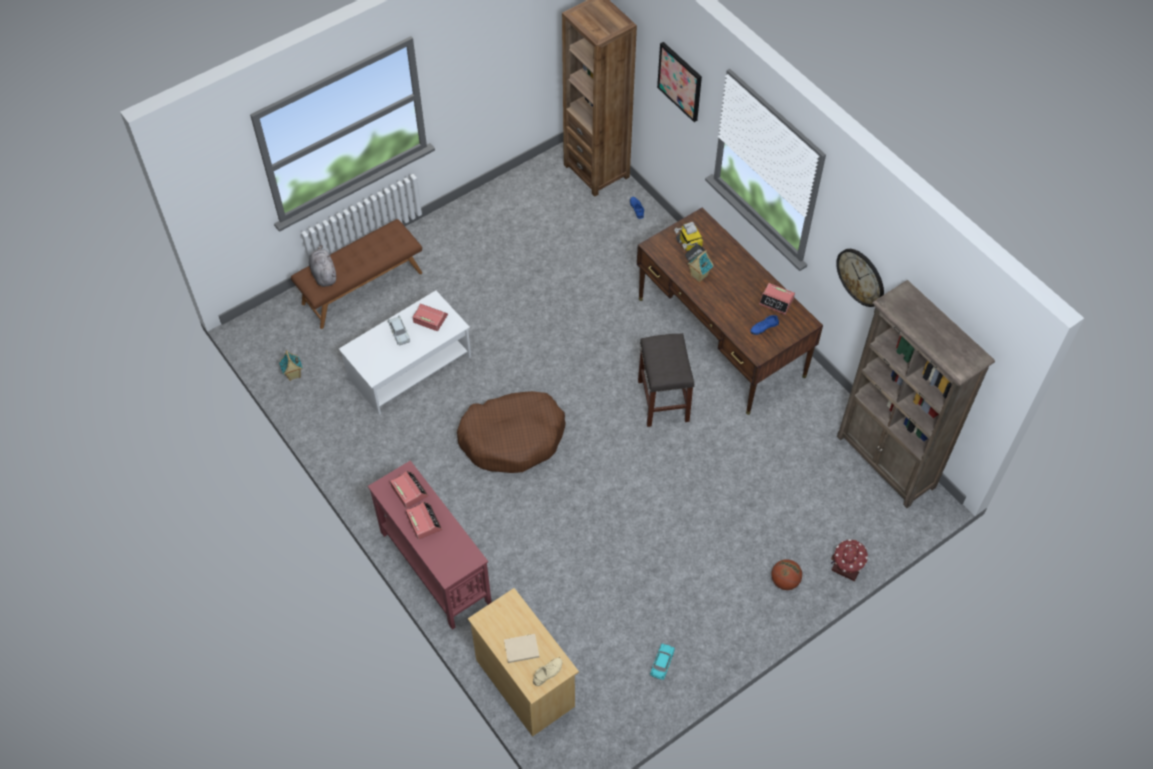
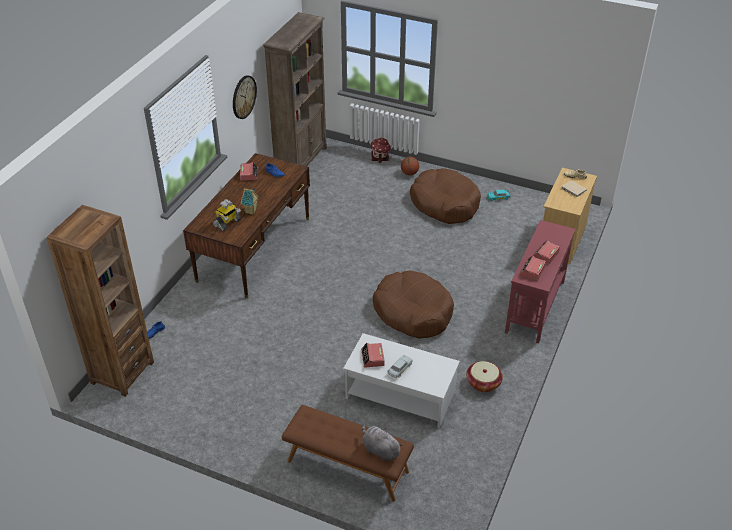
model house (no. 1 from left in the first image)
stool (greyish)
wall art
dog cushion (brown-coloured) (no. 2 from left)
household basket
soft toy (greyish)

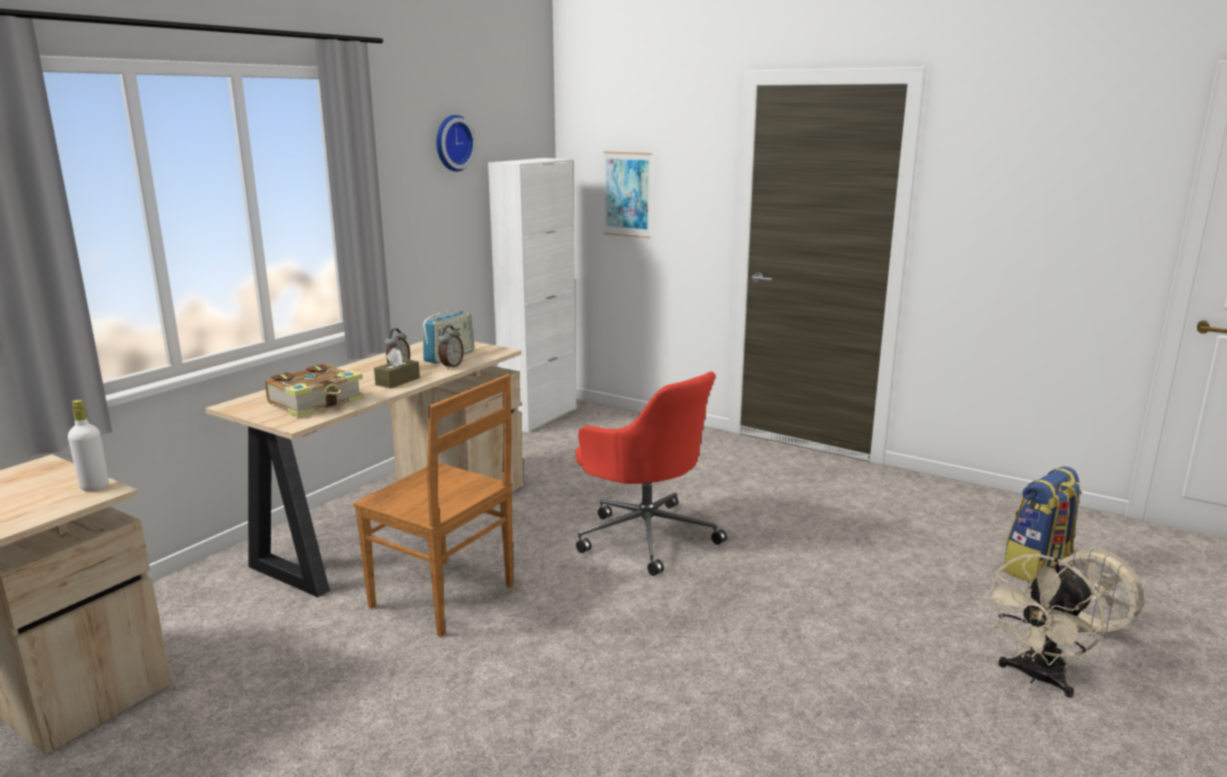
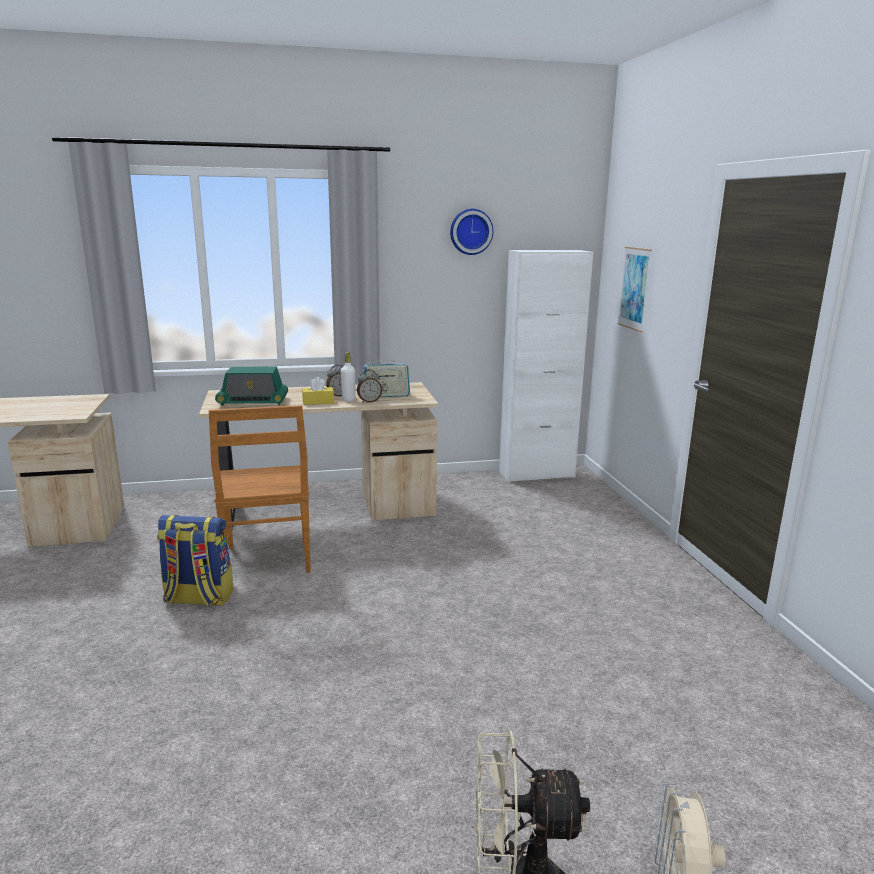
office chair (red-coloured)
drink bottle (whitish)
backpack
radio (no. 1 from left)
tissue holder (yellow-coloured)

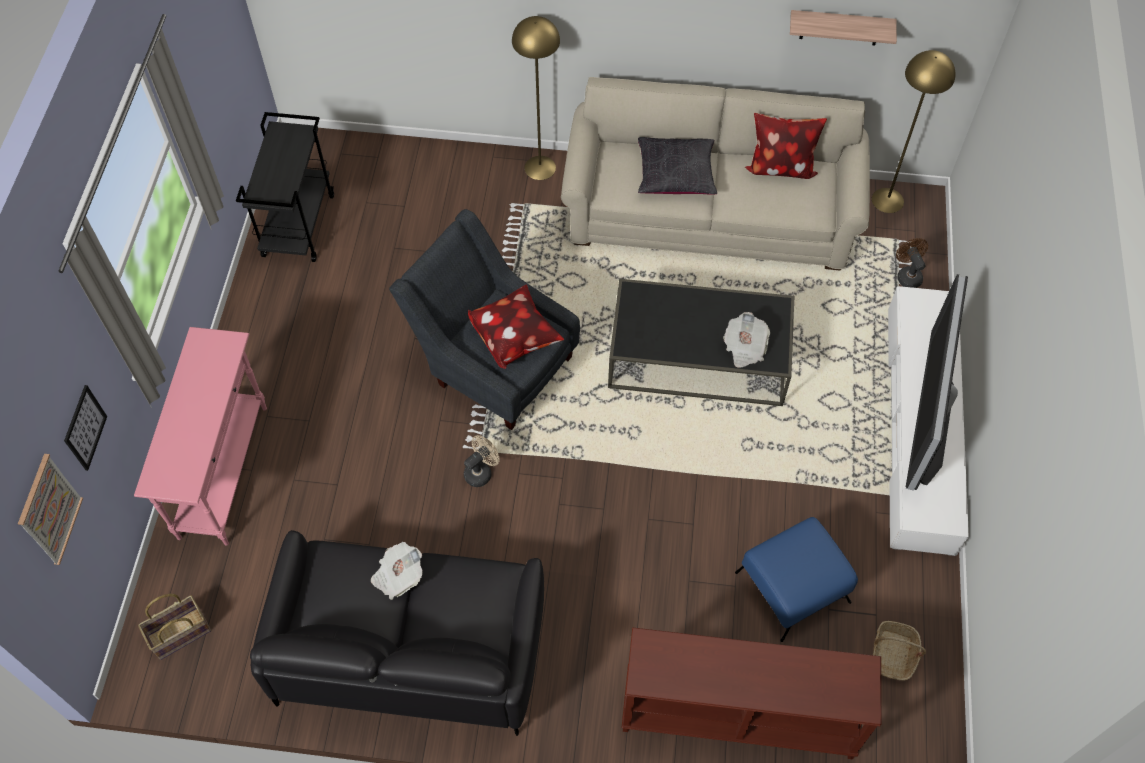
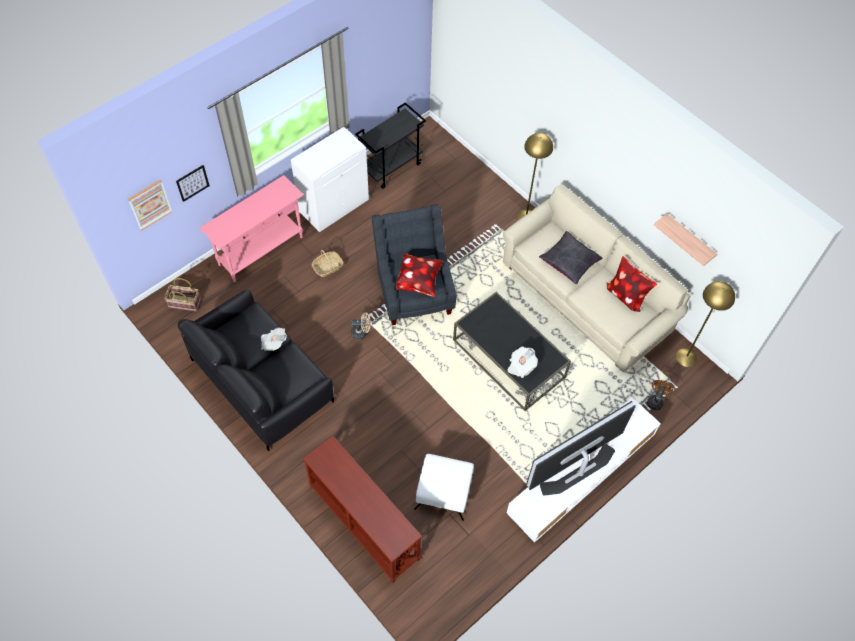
storage cabinet (whitish)
household basket (no. 2 from left)
ottoman (whitish)

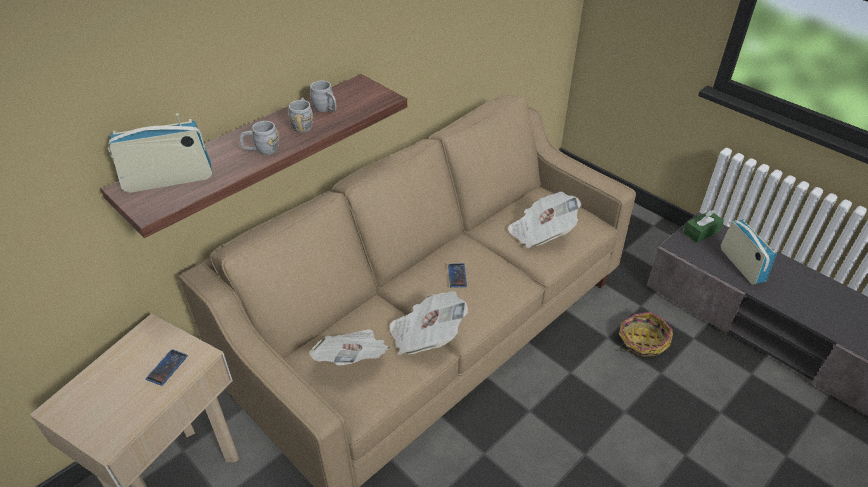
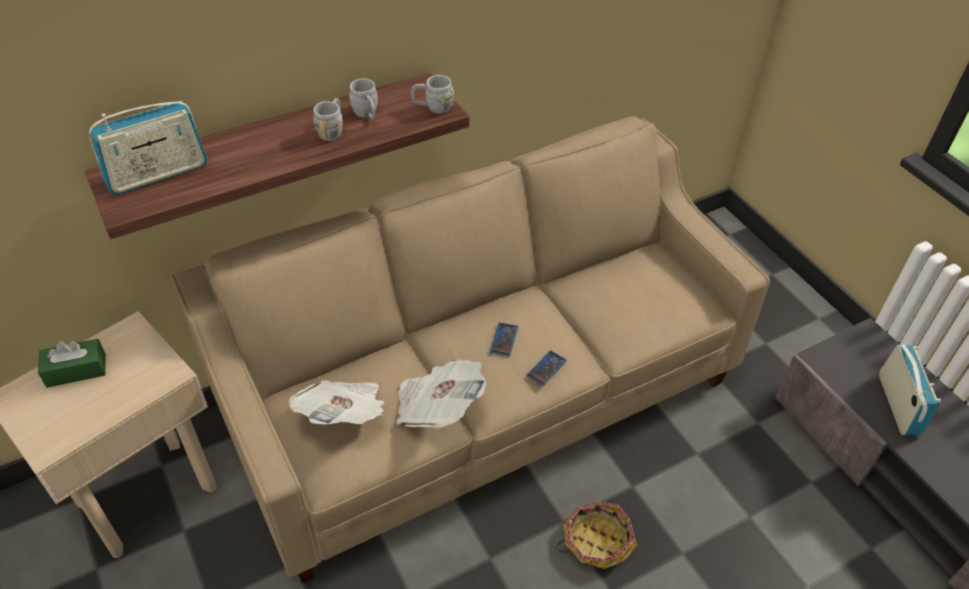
newspaper (no. 3 from left in the first image)
handset (no. 2 from left)
tea mug (greyish) (no. 3 from left)
household basket
tissue holder (greenish)
radio (no. 1 from left)

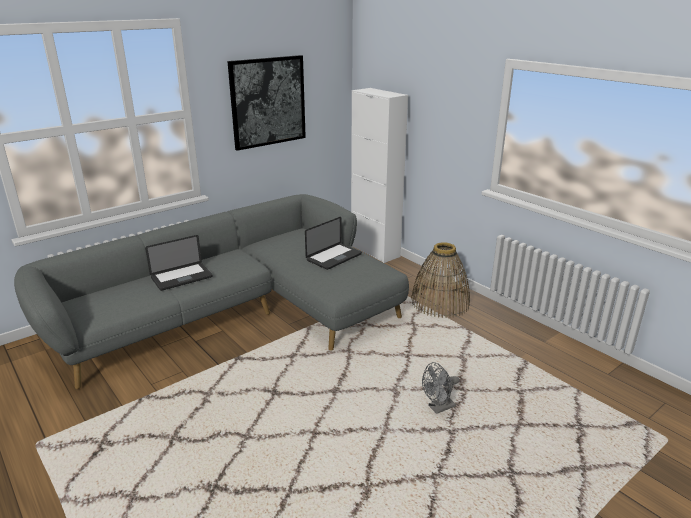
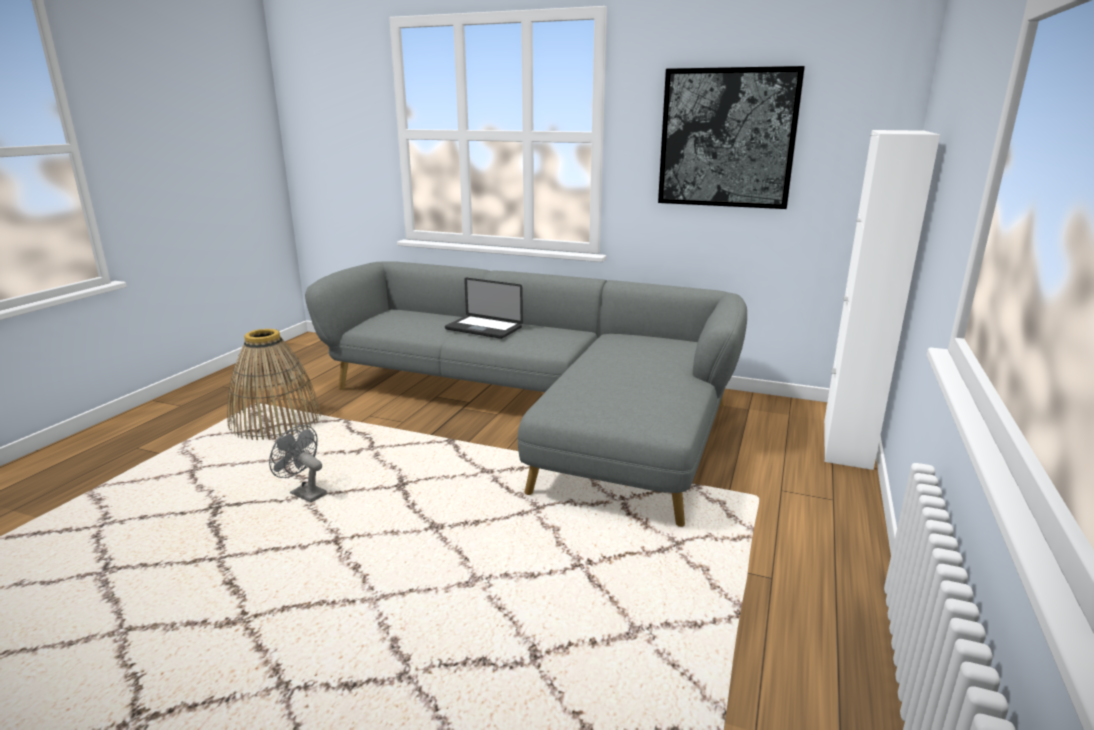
laptop (no. 2 from left in the first image)
household basket
electric fan (greyish)

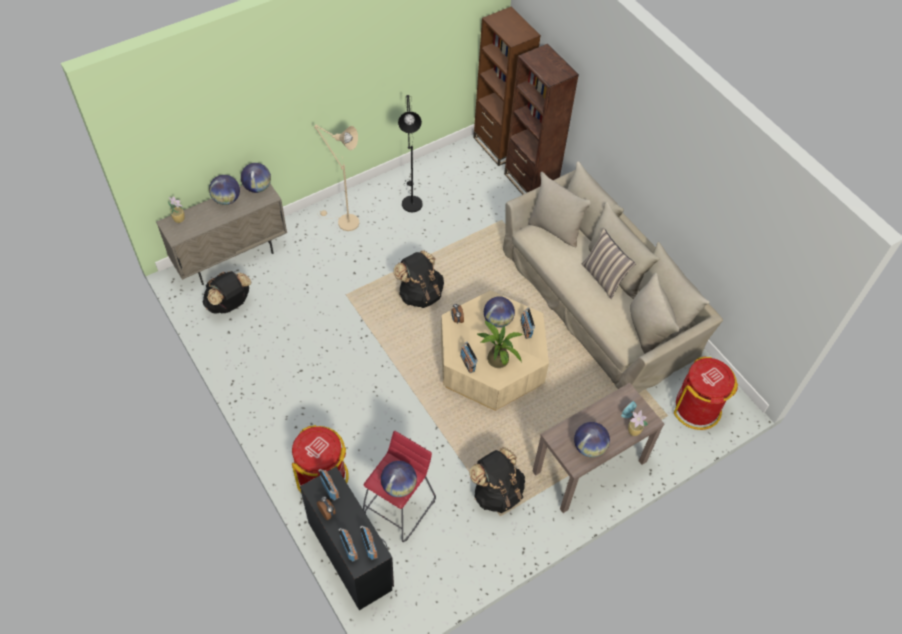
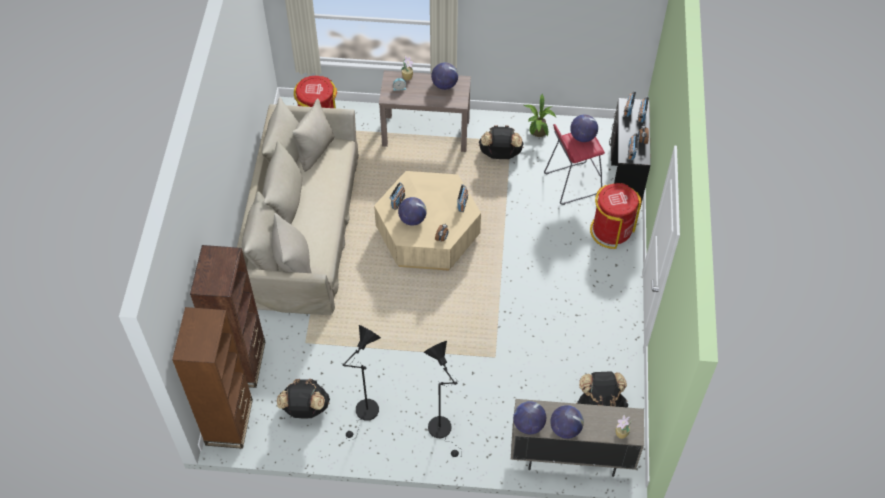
throw pillow
backpack (black-coloured) (no. 1 from left)
plant in a pot (no. 2 from left)
standard lamp (black-coloured) (no. 2 from left)

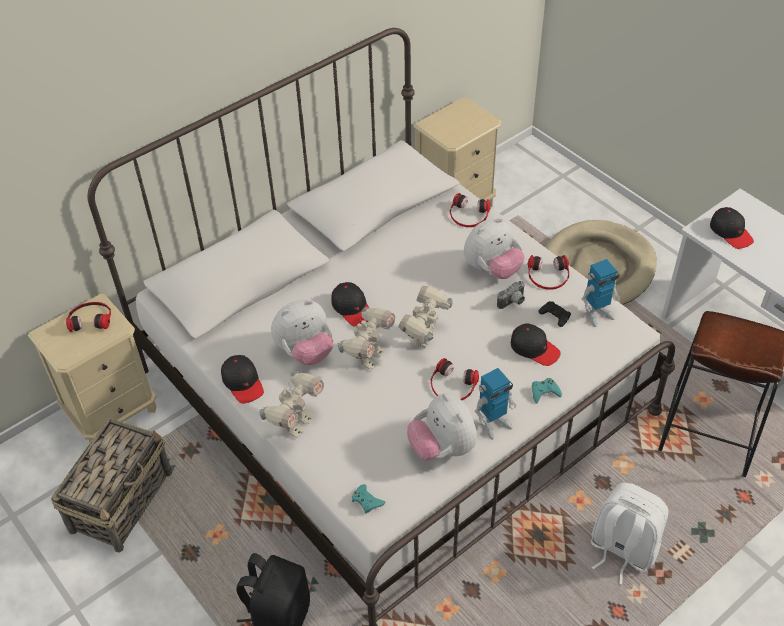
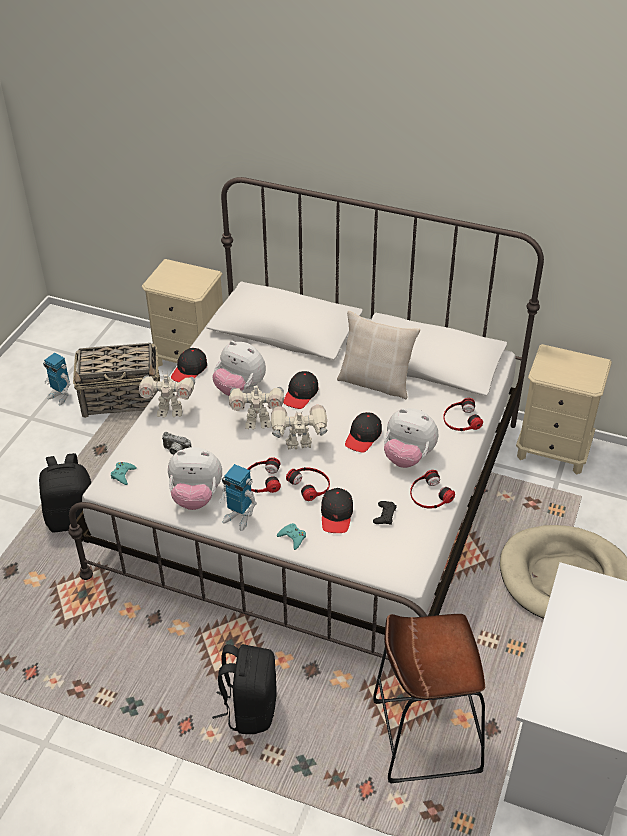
throw pillow (beige)
headset (no. 2 from left)
photo camera
robot figure (no. 1 from left)
peaked cap (black-coloured) (no. 4 from left)
backpack (black-coloured) (no. 2 from left)
soft toy (no. 1 from left)

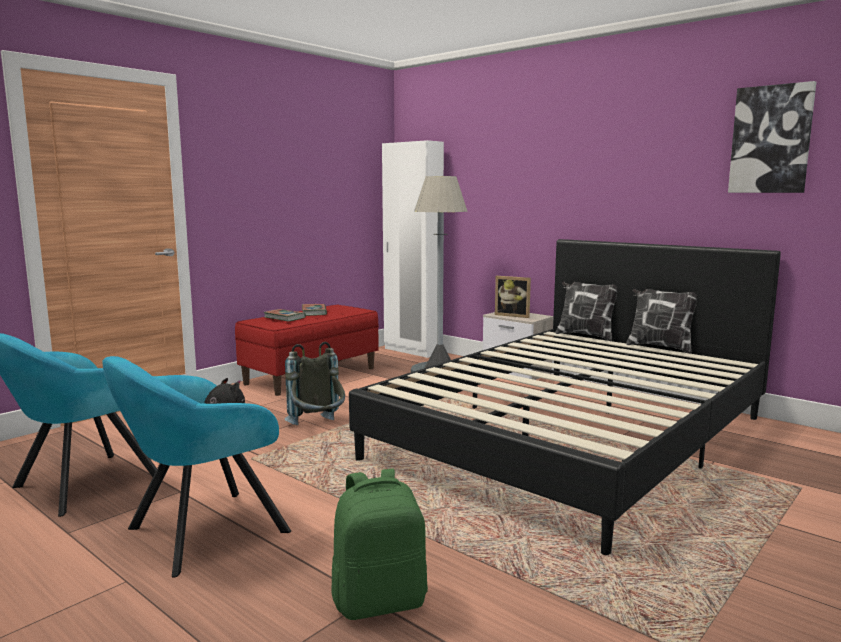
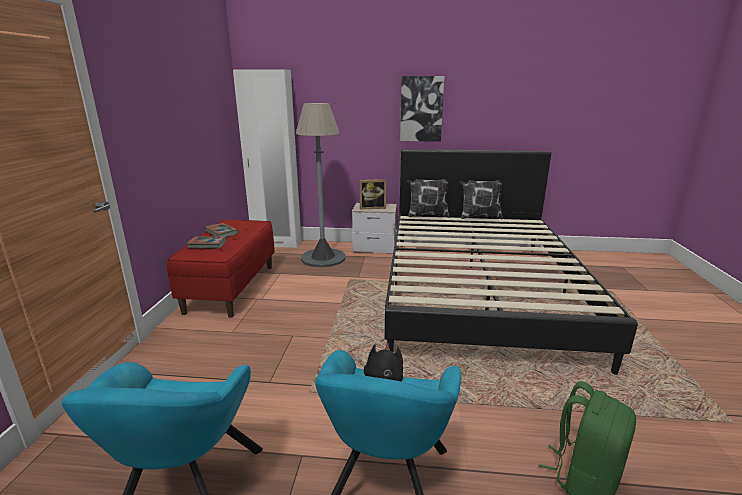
backpack (greyish)
wall art

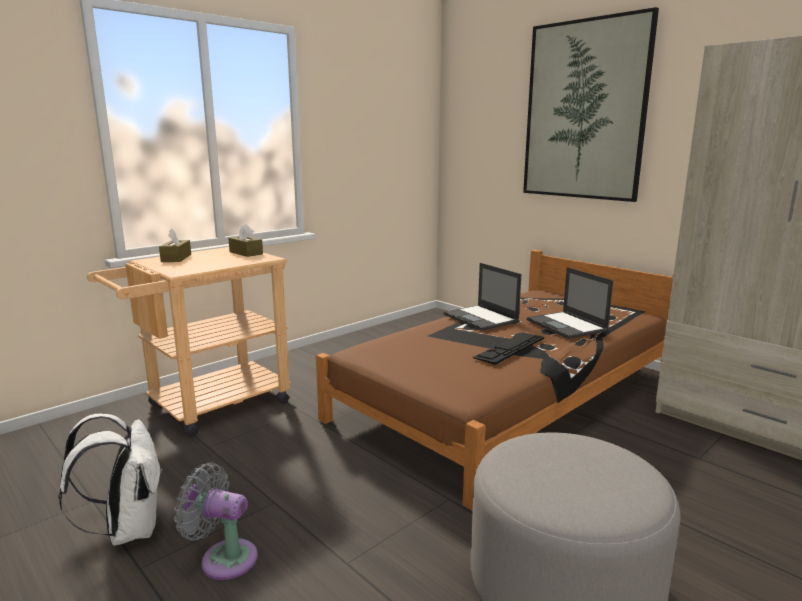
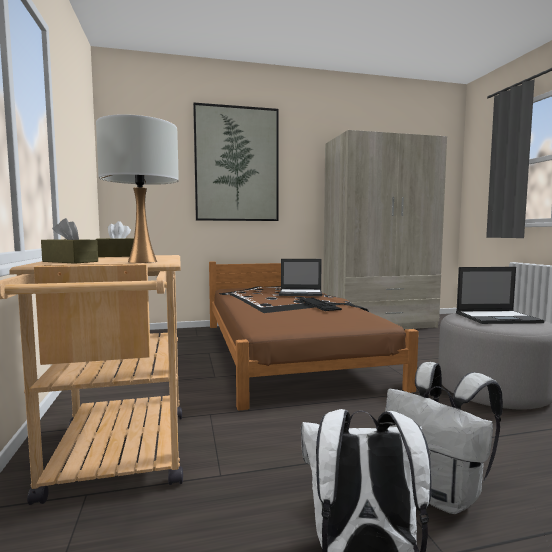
lamp for a table (whitish)
laptop (no. 2 from left)
backpack (whitish) (no. 2 from left)

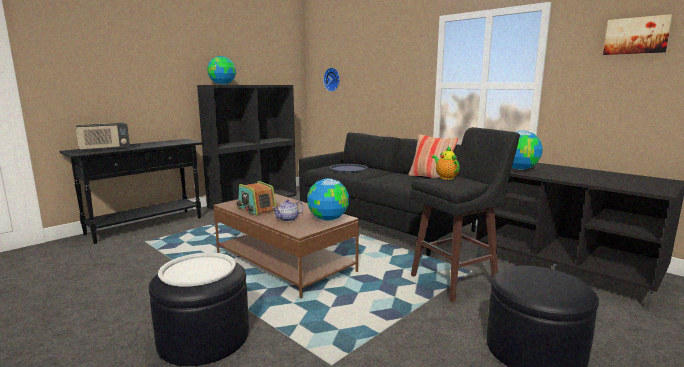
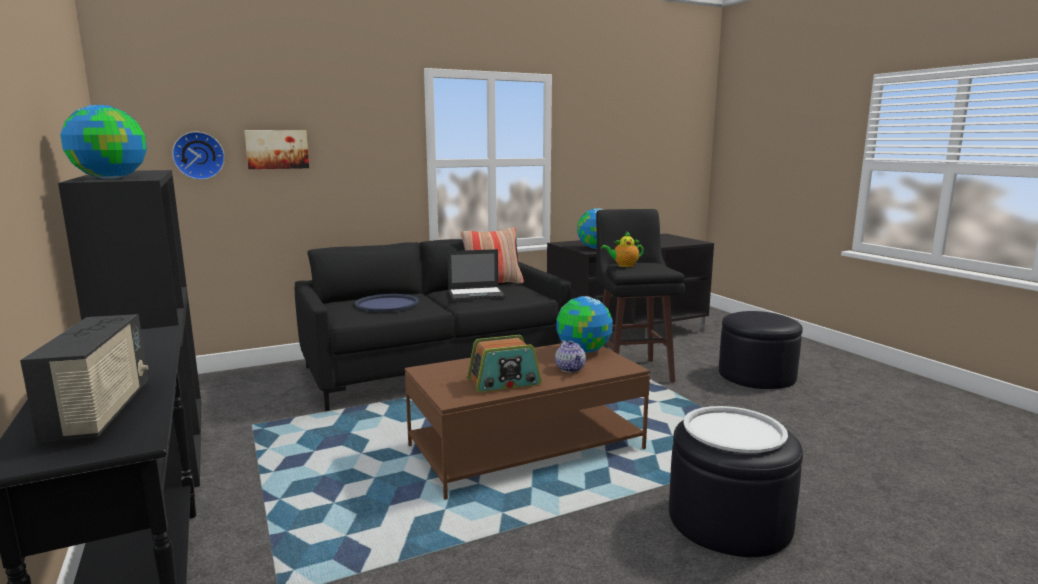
laptop
wall art

